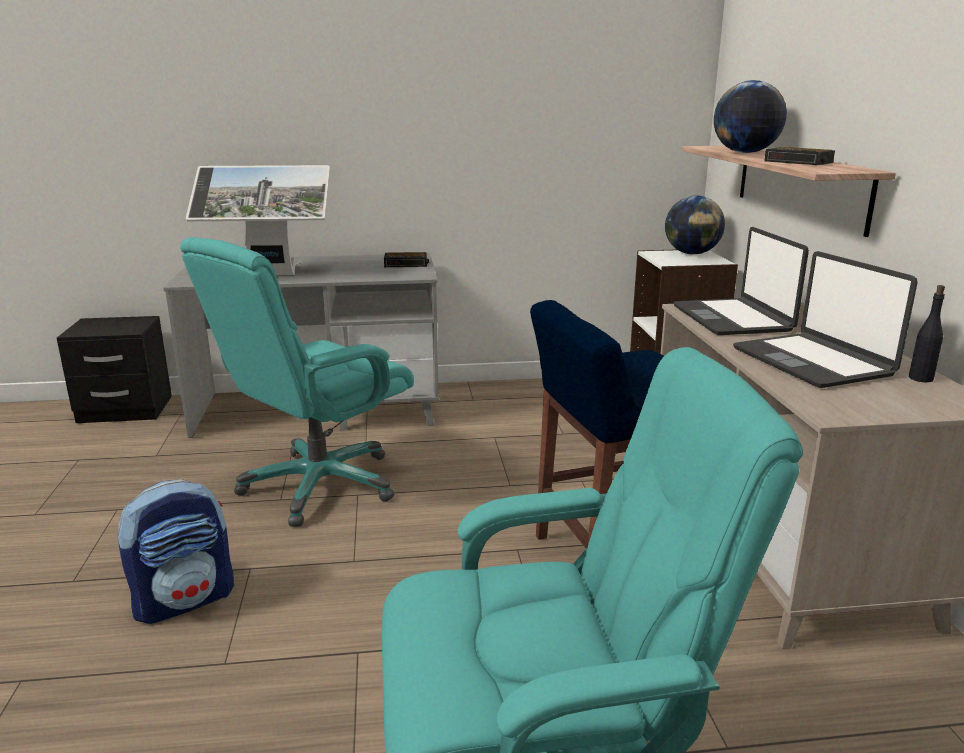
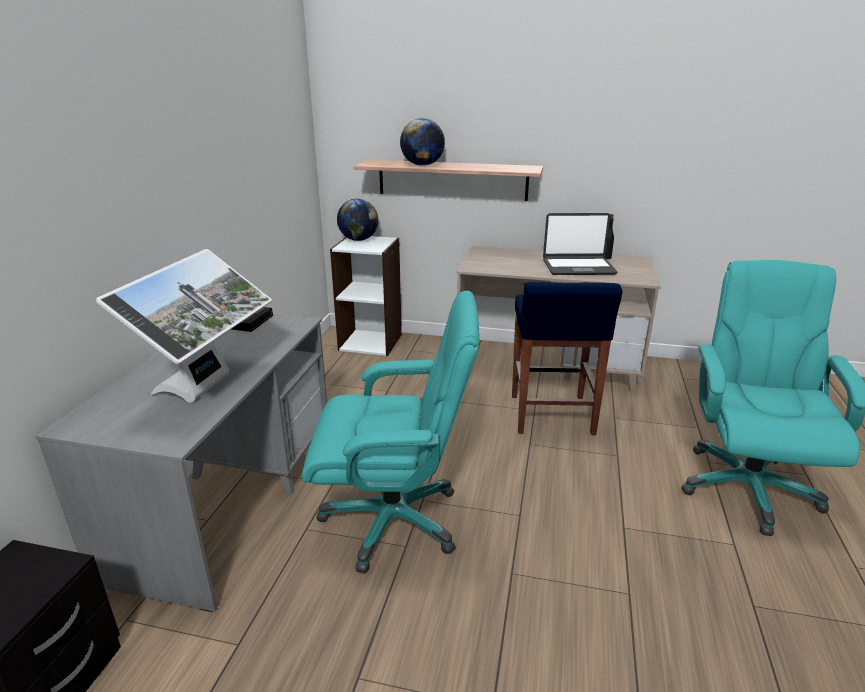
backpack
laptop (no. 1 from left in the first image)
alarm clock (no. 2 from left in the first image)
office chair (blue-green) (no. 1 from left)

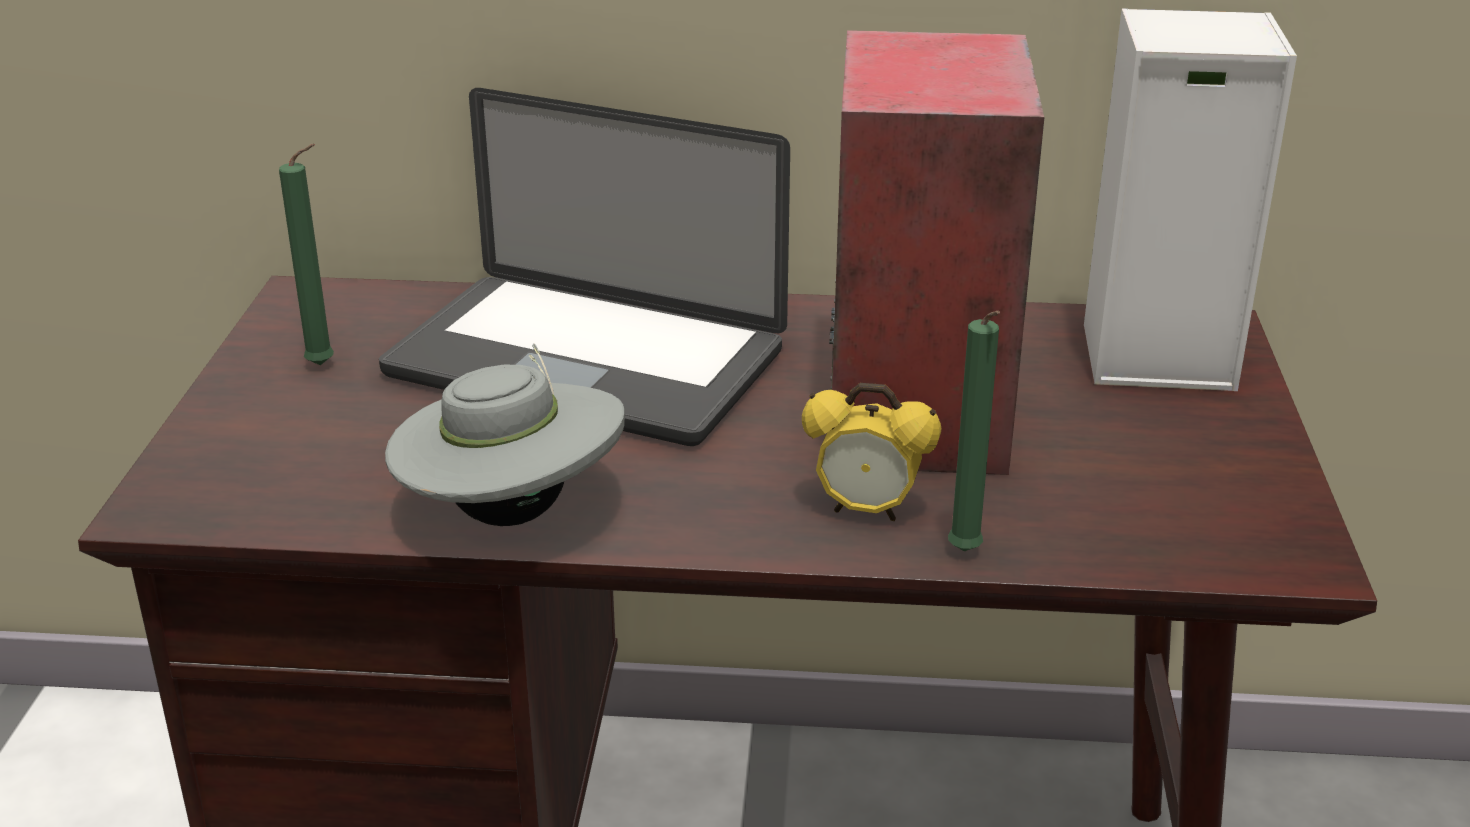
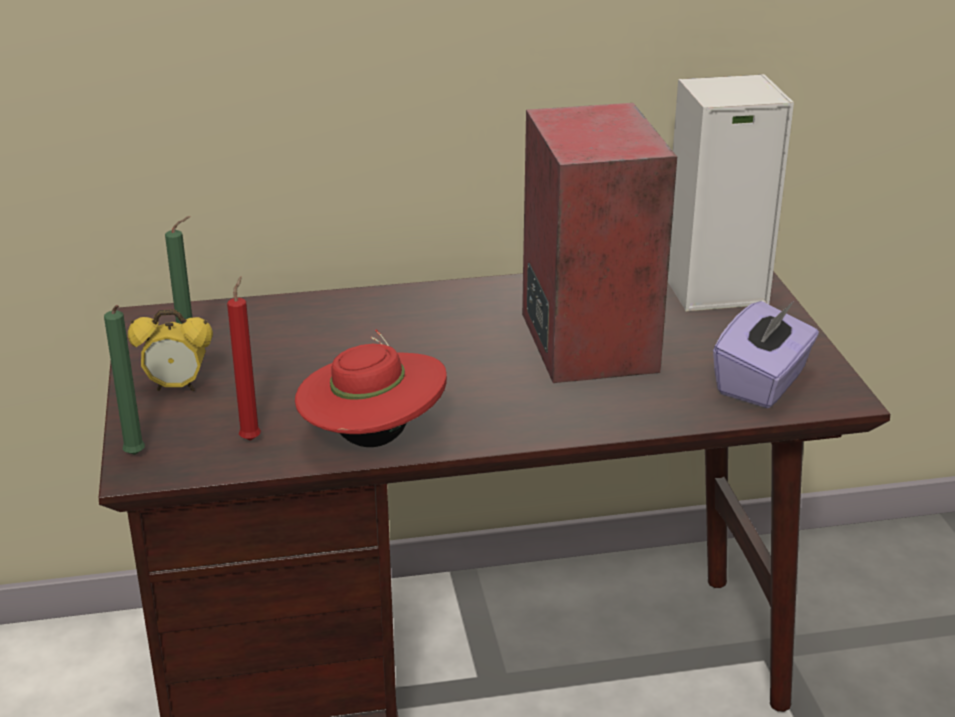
laptop
wax light (red-coloured)
tissue holder (purple-coloured)
alarm clock
wax light (greenish) (no. 1 from left)
wearable hat (red-coloured)

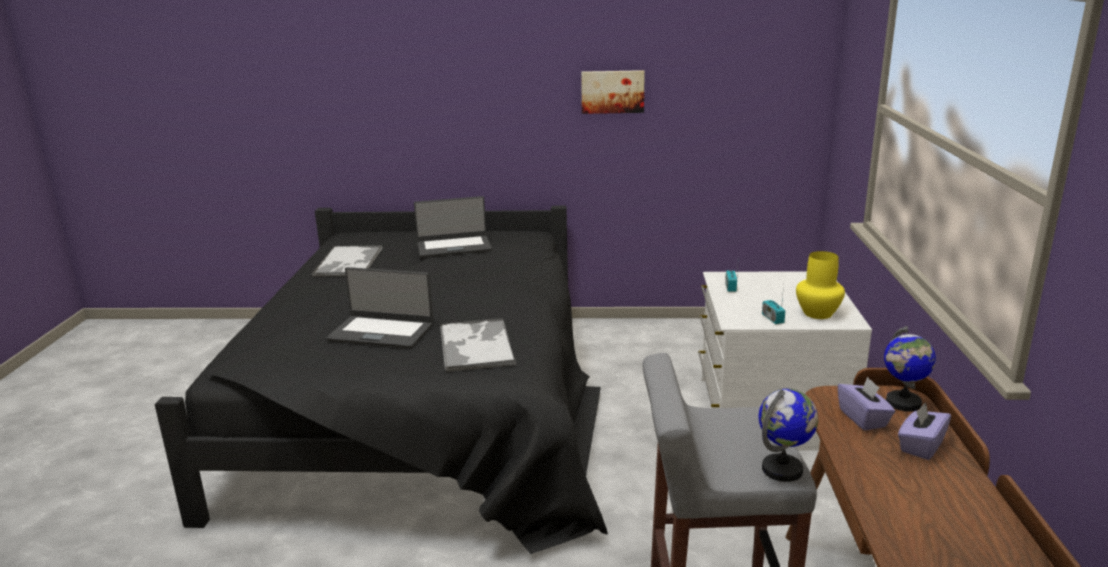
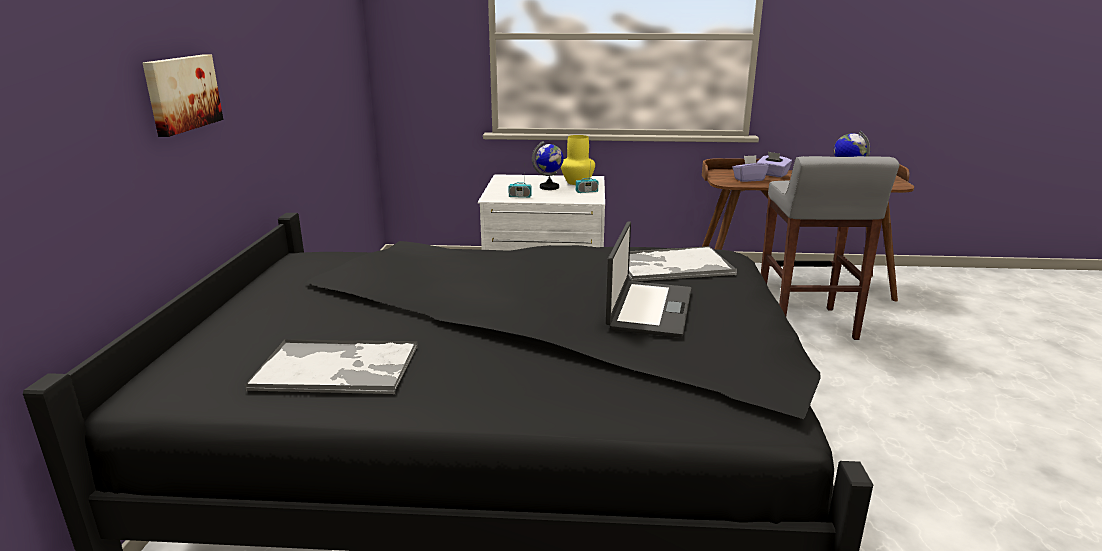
laptop (no. 2 from left in the first image)
wall art
world globe (no. 1 from left)

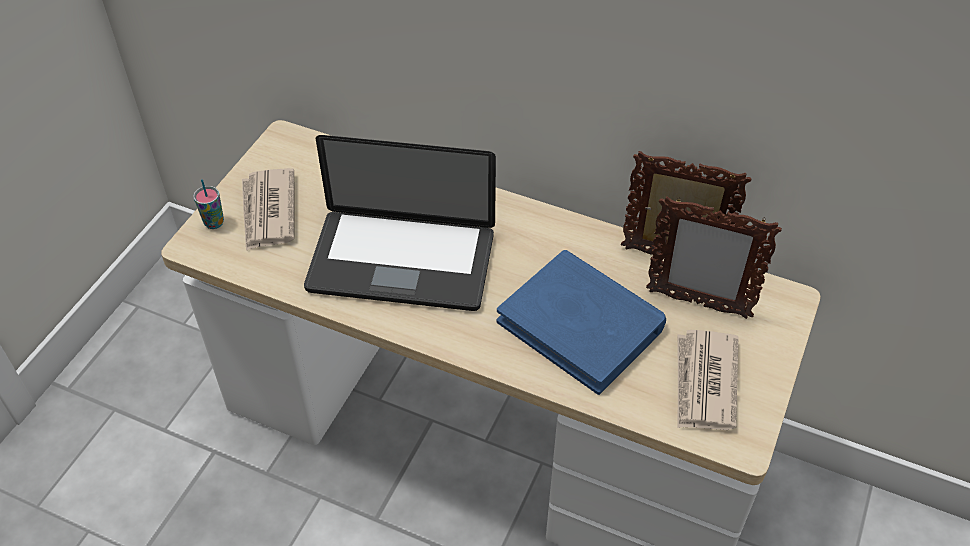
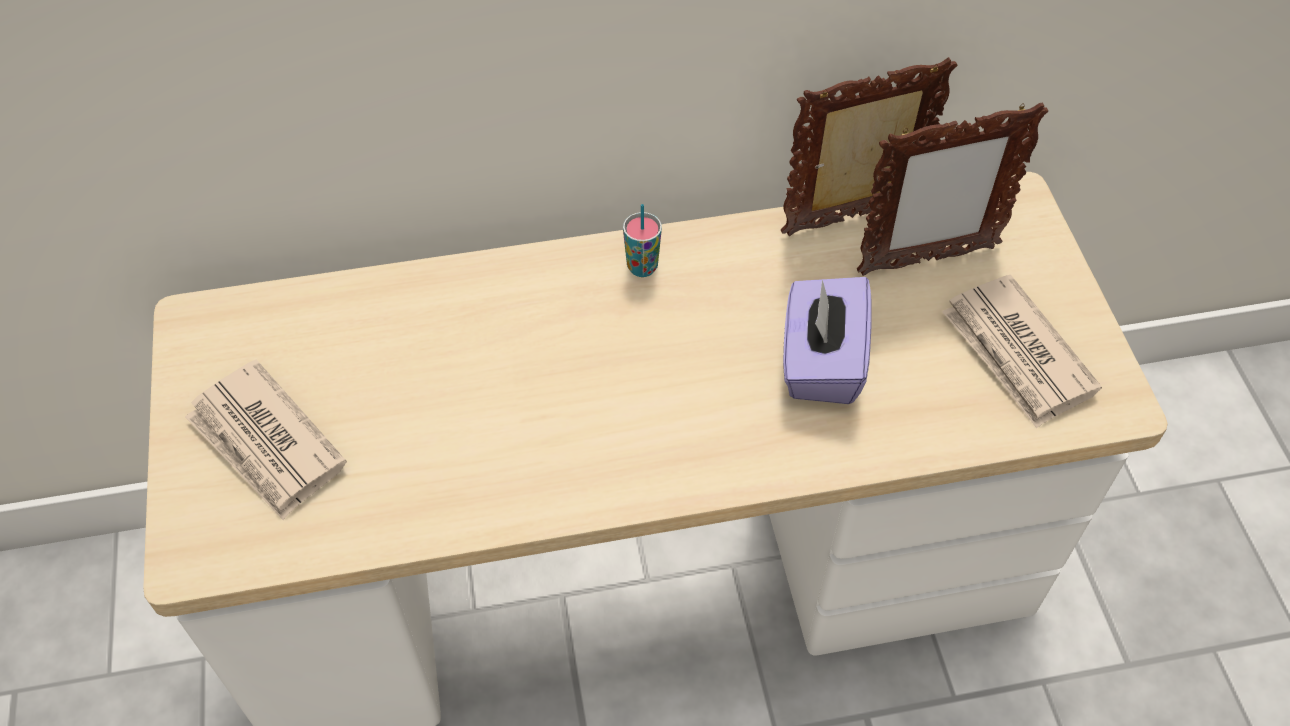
laptop
drinking cup
tissue holder (purple-coloured)

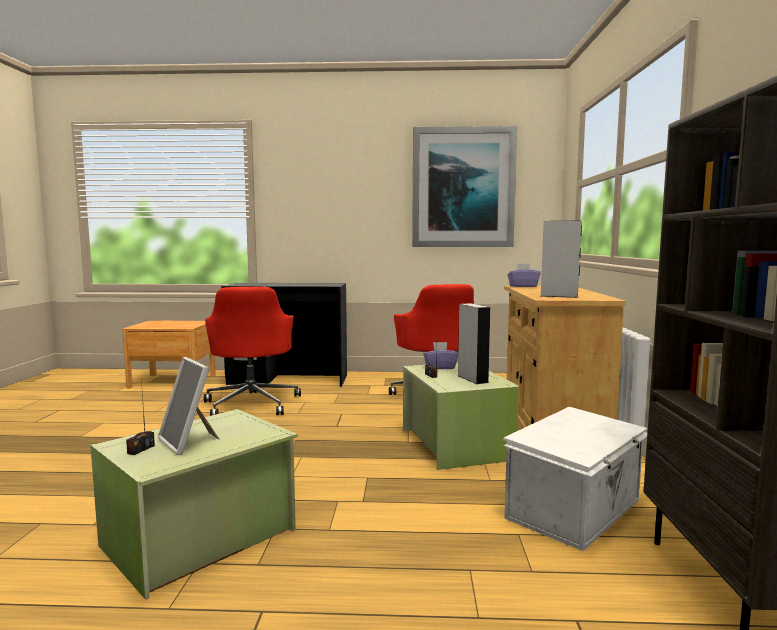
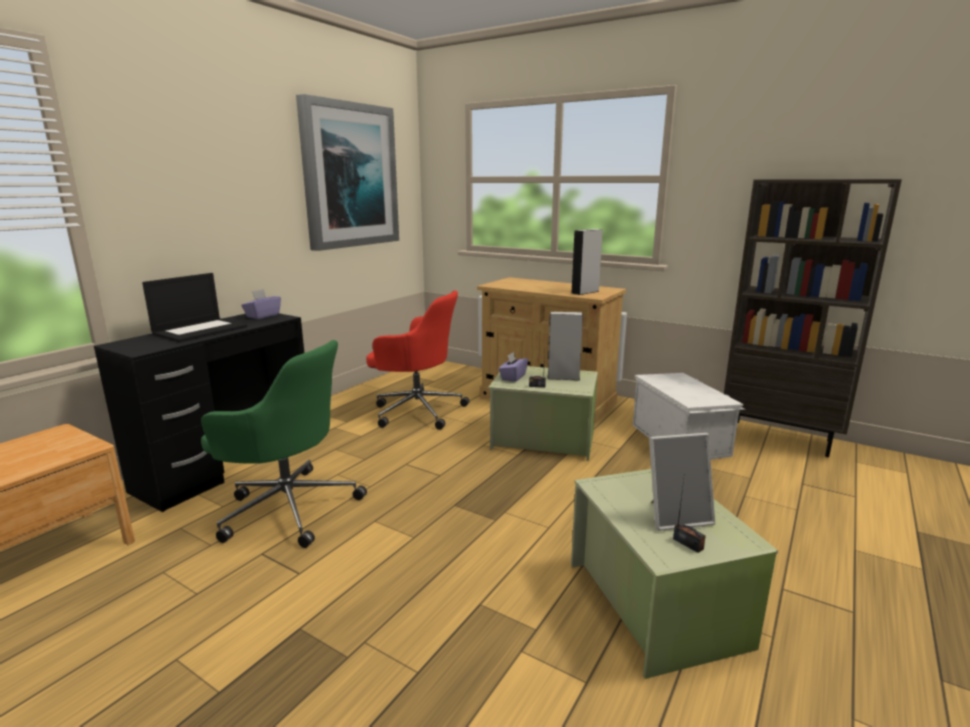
laptop
tissue holder (purple-coloured) (no. 1 from left)
office chair (greenish)

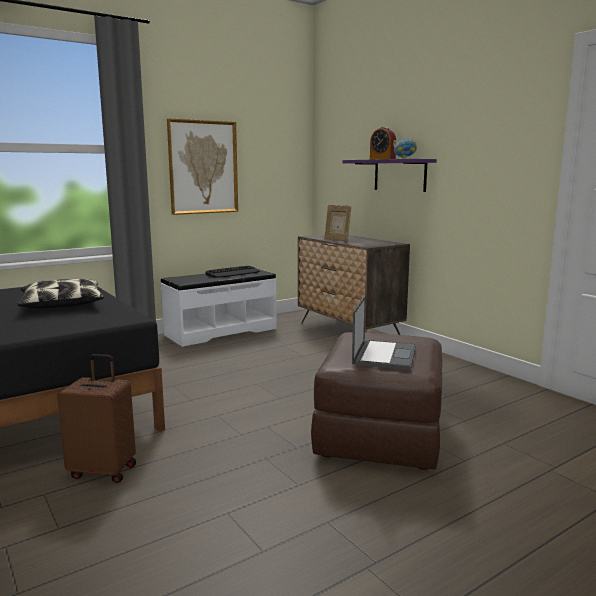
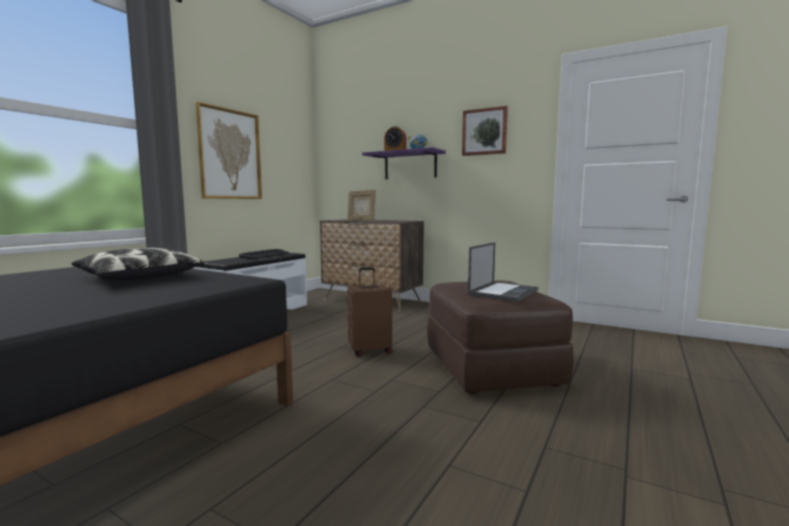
wall art (no. 2 from left)
suitcase (brown-coloured)
laptop

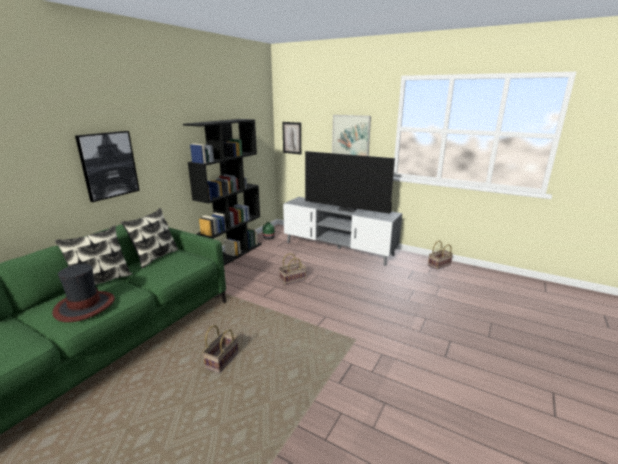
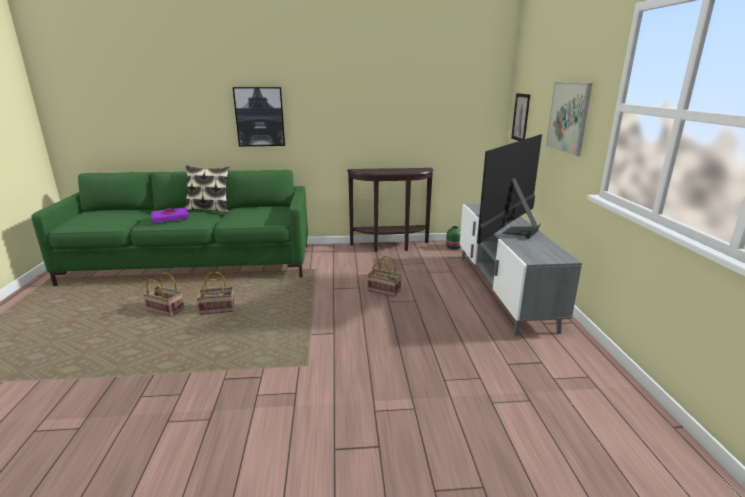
throw pillow (no. 2 from left in the first image)
household basket (no. 1 from left)
book (purple-coloured)
hall table (brown-coloured)
television

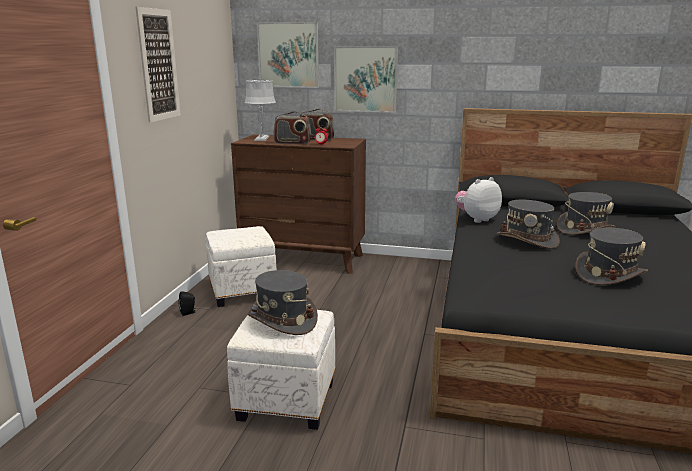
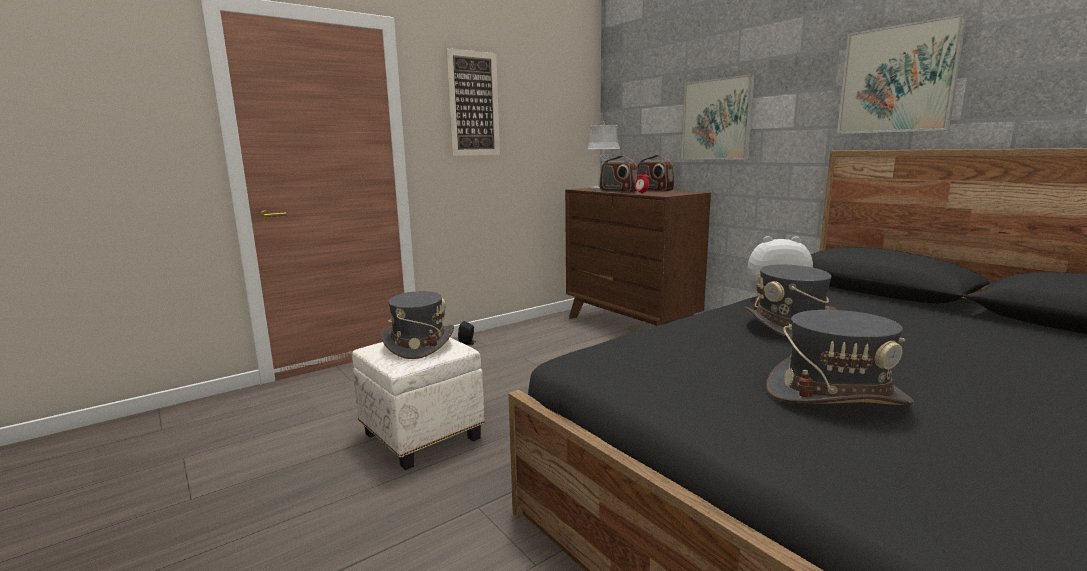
ottoman (whitish) (no. 1 from left in the first image)
wearable hat (greyish) (no. 3 from left in the first image)
wall art (no. 3 from left)

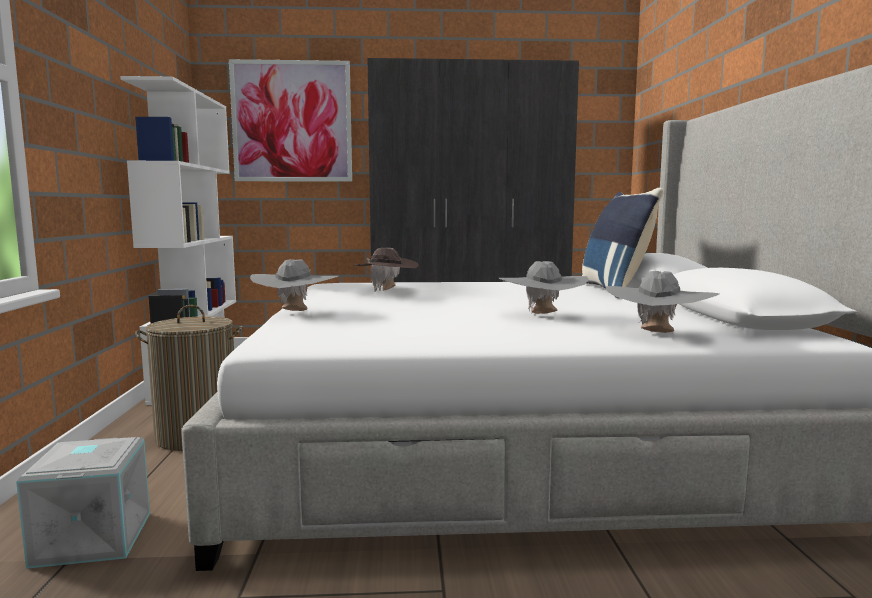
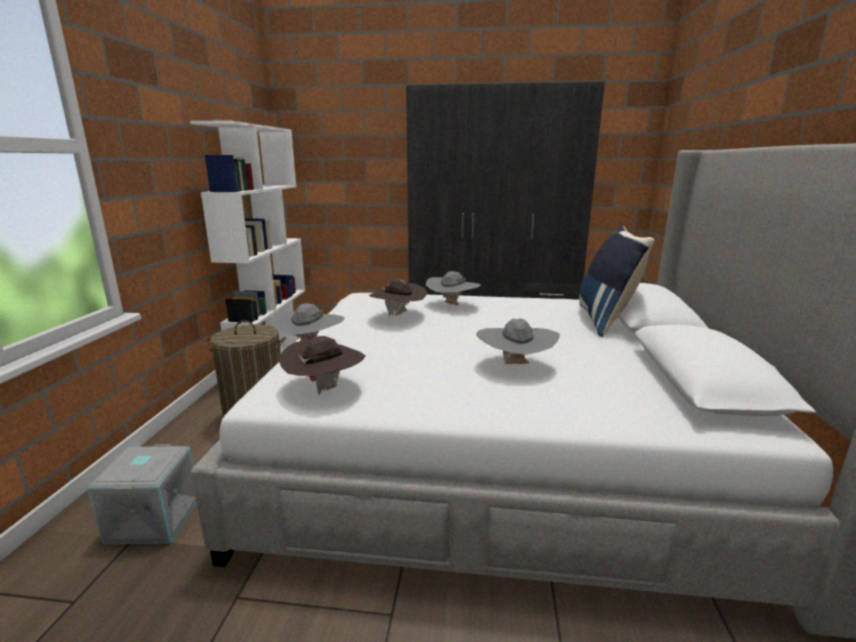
wall art
wearable hat (brown-coloured) (no. 1 from left)
wearable hat (greyish) (no. 2 from left)

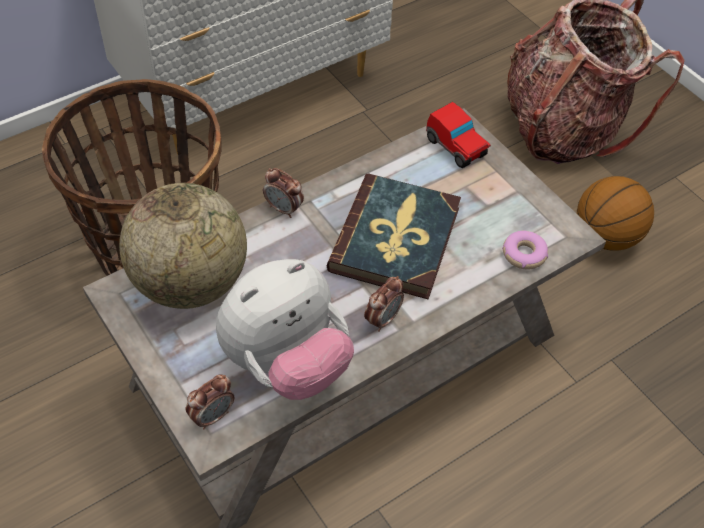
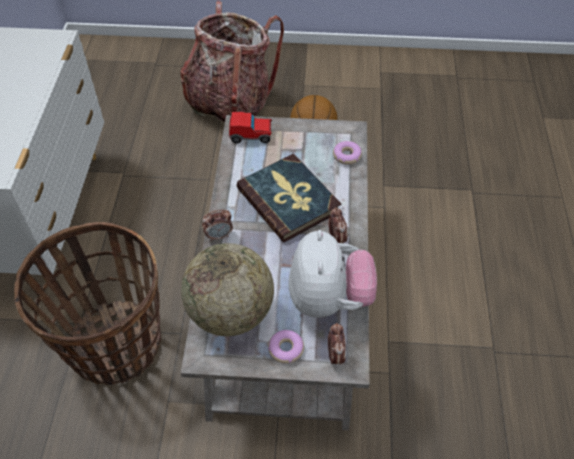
donut (no. 1 from left)

